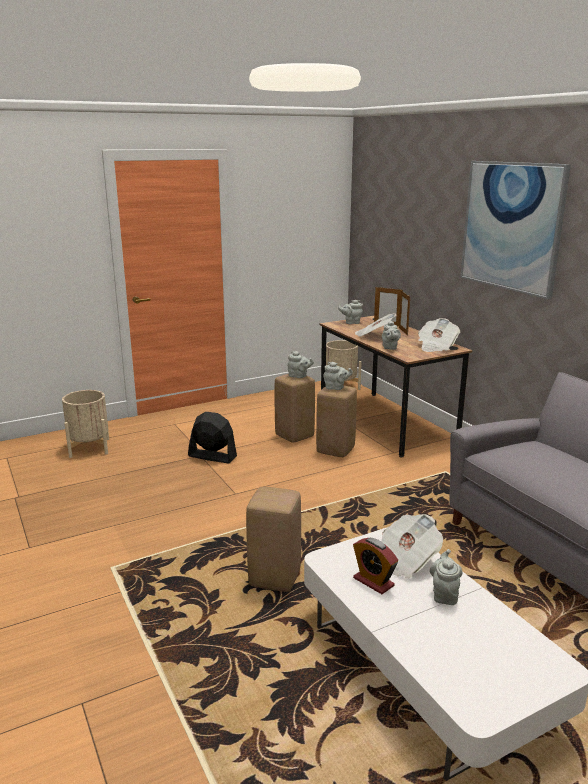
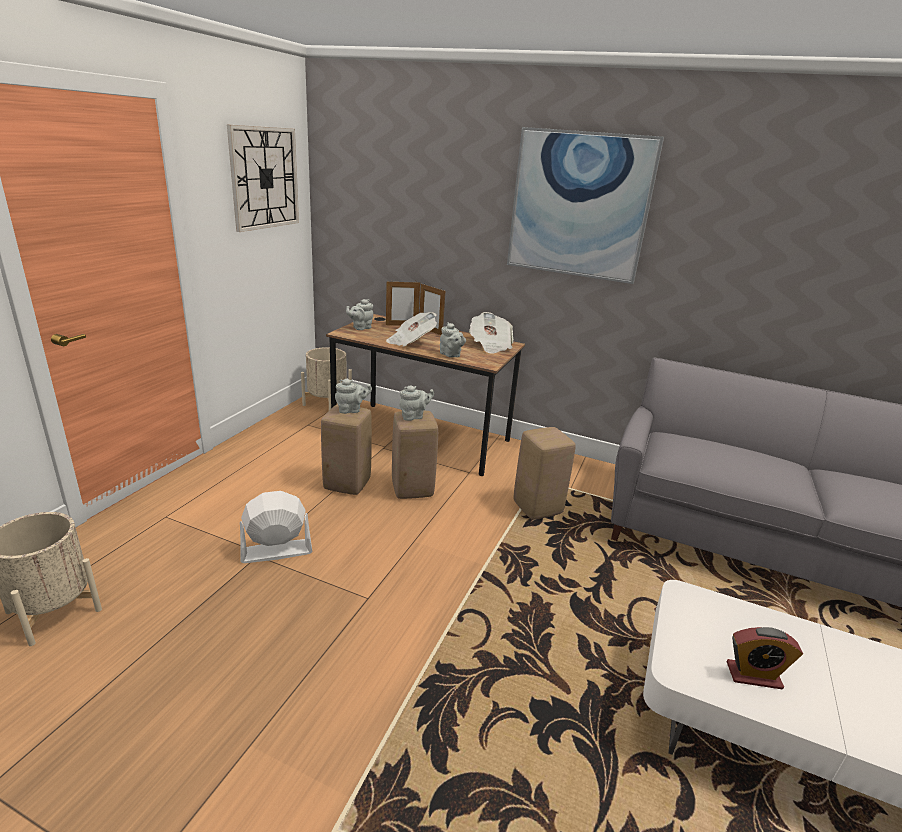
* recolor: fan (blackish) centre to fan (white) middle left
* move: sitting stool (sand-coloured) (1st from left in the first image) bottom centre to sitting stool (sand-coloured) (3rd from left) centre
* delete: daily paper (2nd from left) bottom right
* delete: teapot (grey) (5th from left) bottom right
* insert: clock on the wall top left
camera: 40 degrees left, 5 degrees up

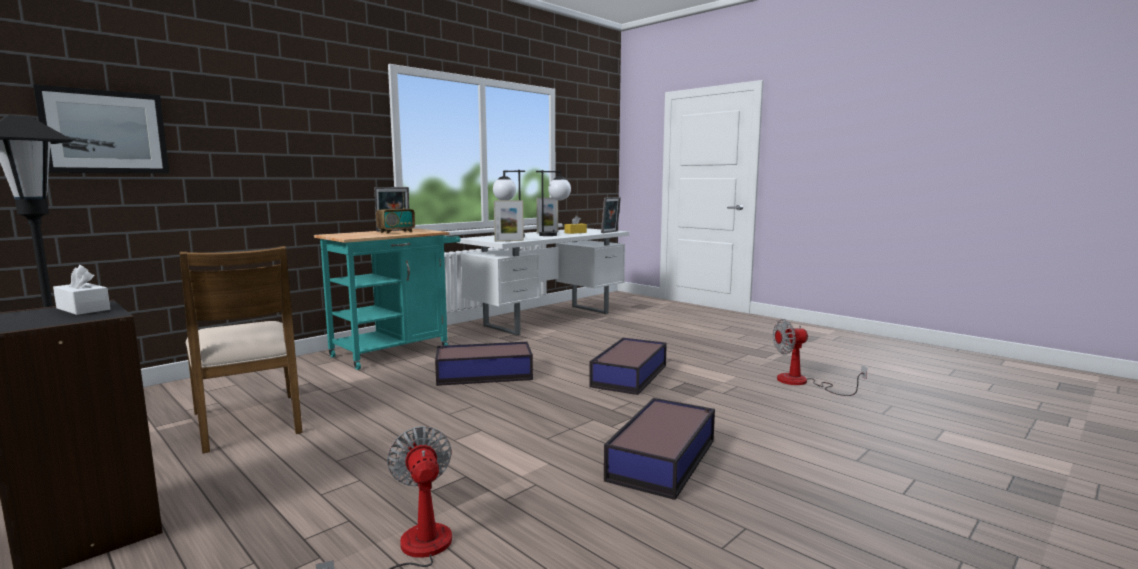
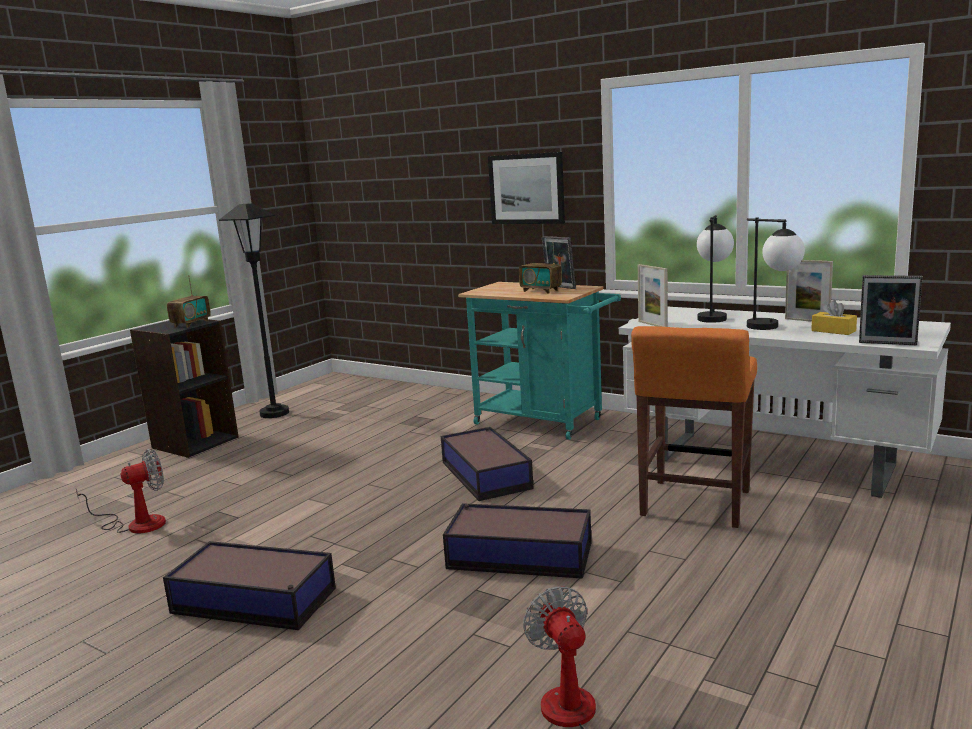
* move: picture top left to top centre
* delete: upright chair (brown-coloured) middle left
* replace: box of tissues (white) middle left to radio receiver (1st from left) middle left
* insert: sitting stool (orange-coloured) middle right
camera: 80 degrees right, 5 degrees up

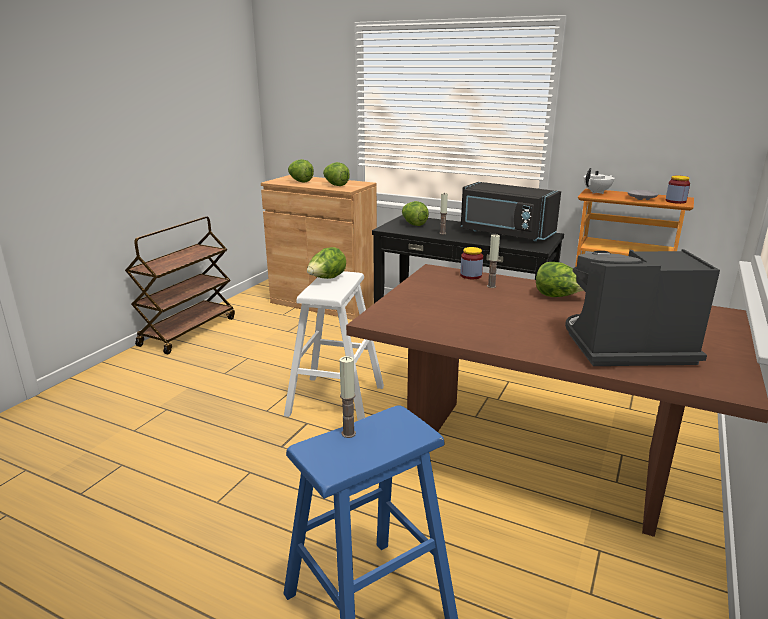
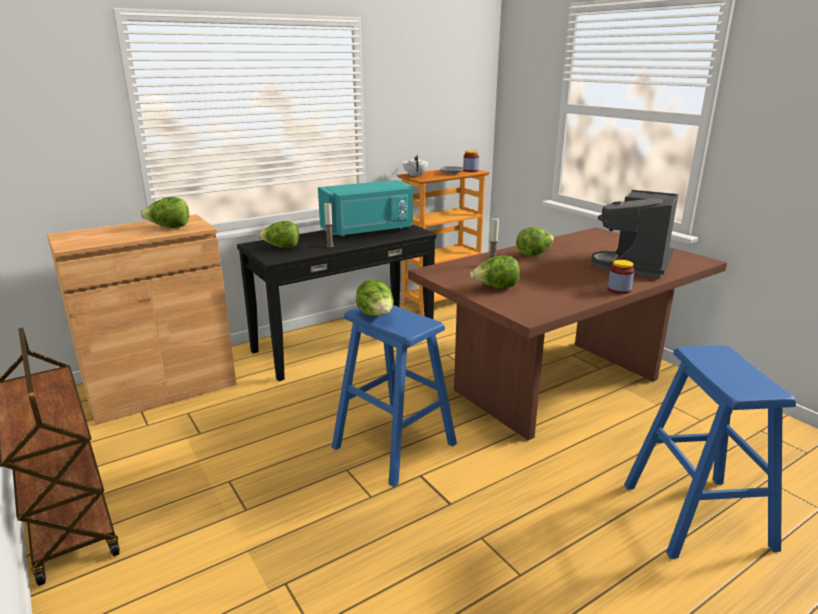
* move: lettuce (1st from left in the first image) top centre to lettuce (4th from left) centre
* recolor: microwave oven (blackish) centre to microwave oven (turquoise-coloured) centre
* move: jar (1st from left in the first image) centre to jar (2nd from left) middle right
* recolor: sitting stool (white) centre to sitting stool (bluish) (1st from left) centre
* delete: candle (1st from left) centre
camera: 60 degrees left, 0 degrees up

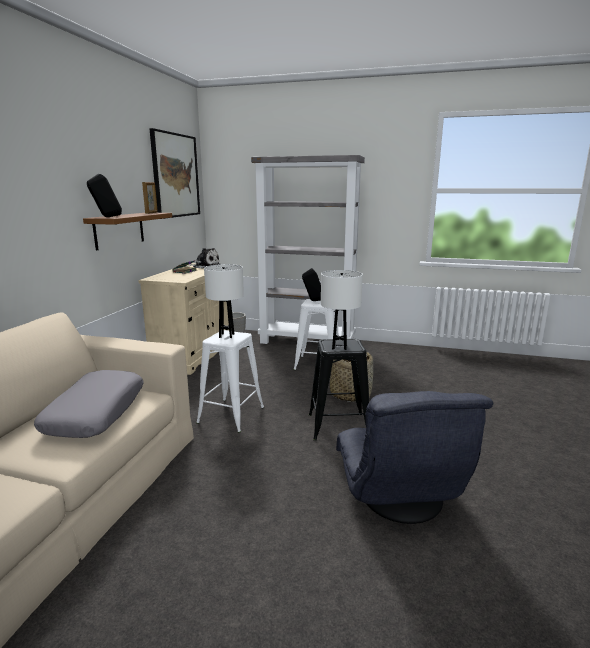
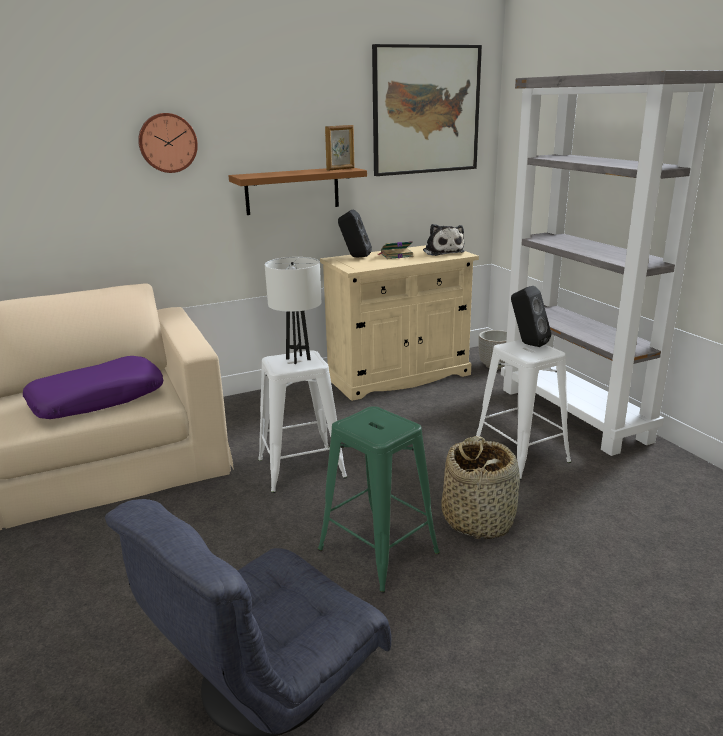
* move: speaker (blackish) (1st from left) top left to top centre
* delete: table lamp (white) (2nd from left) centre
* recolor: sitting stool (blackish) centre to sitting stool (green) bottom centre
* recolor: cushion (grey) middle left to cushion (purple) middle left
* insert: clock on the wall top left
camera: 50 degrees right, 5 degrees up

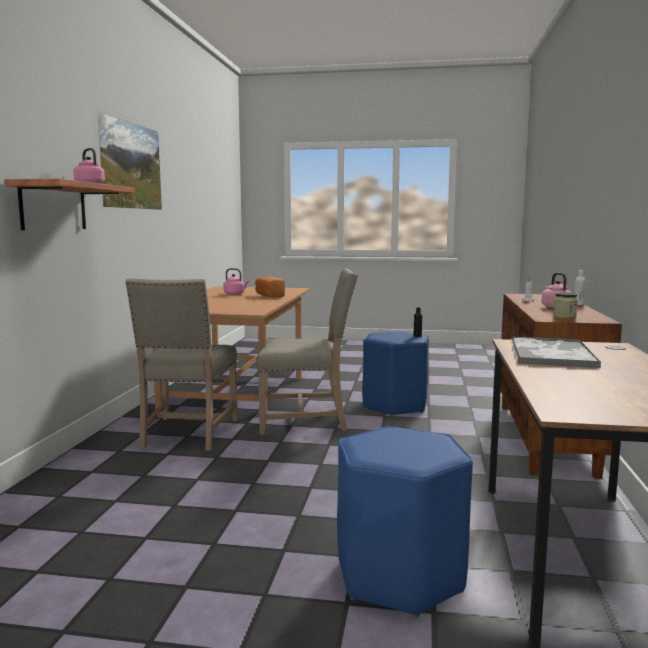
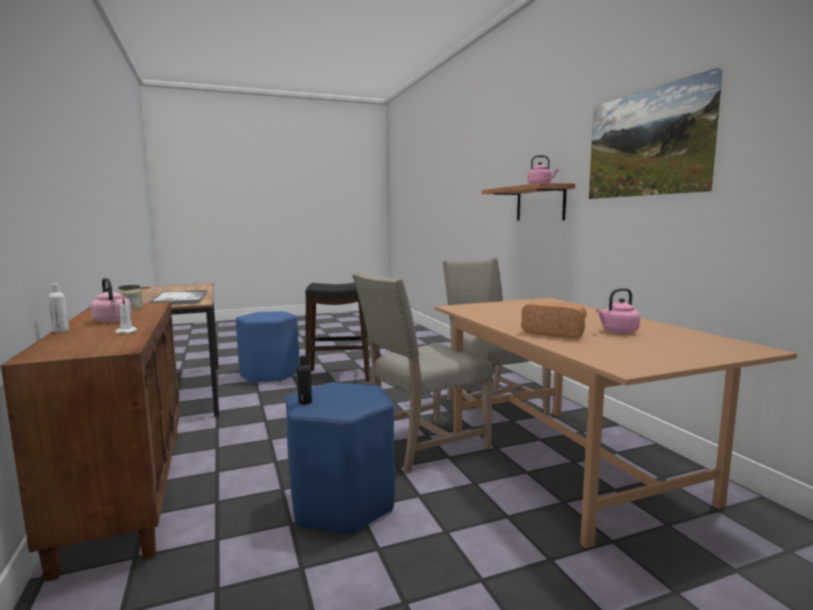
* insert: sitting stool (blackish) centre
camera: 150 degrees right, 0 degrees up

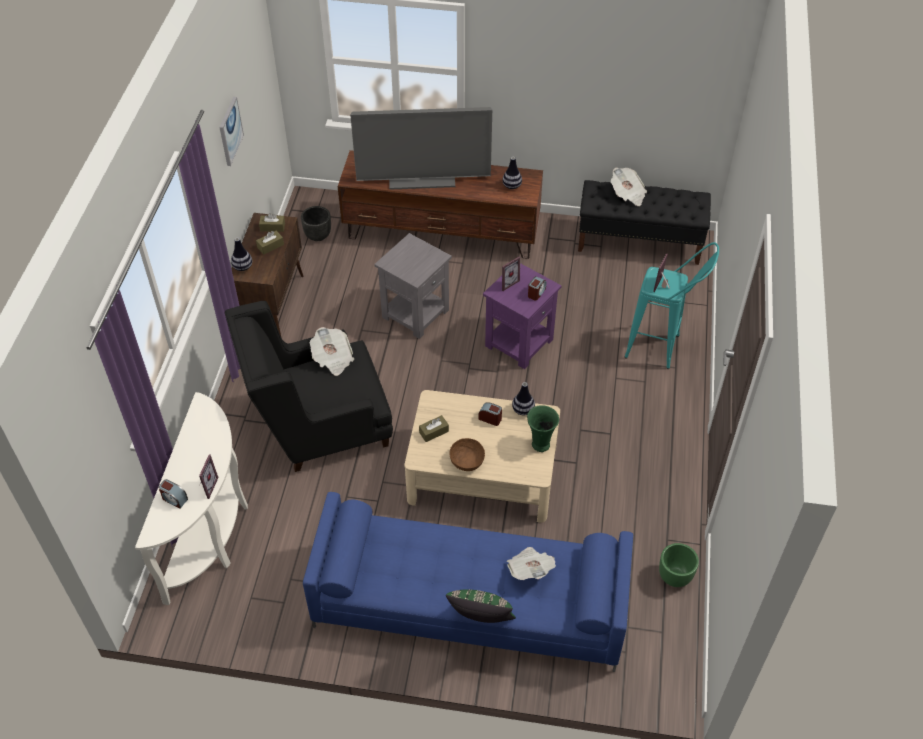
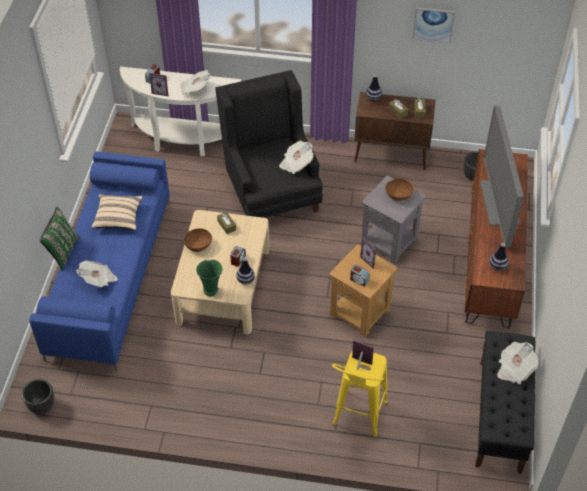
* recolor: sitting stool (turquoise-coloured) middle right to sitting stool (yellow) bottom centre
* recolor: end table (purple) centre to end table (brown-coloured) centre
* delete: planter (green) bottom right
* insert: daily paper (2nd from left) top left
* insert: serving bowl (brown-coloured) (2nd from left) middle right
* insert: cushion (sand-coloured) middle left
* insert: planter (blackish) (1st from left) bottom left
camera: 90 degrees right, 0 degrees up

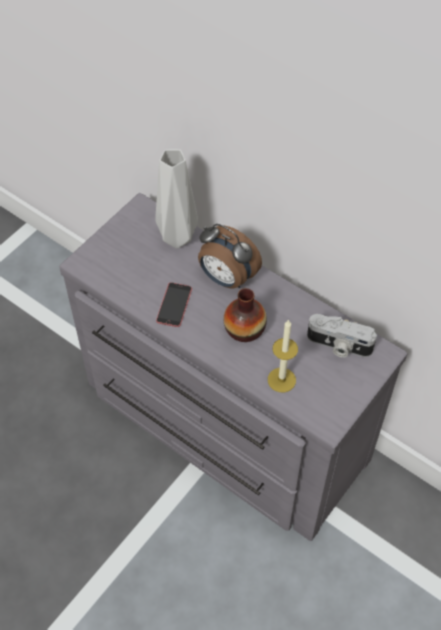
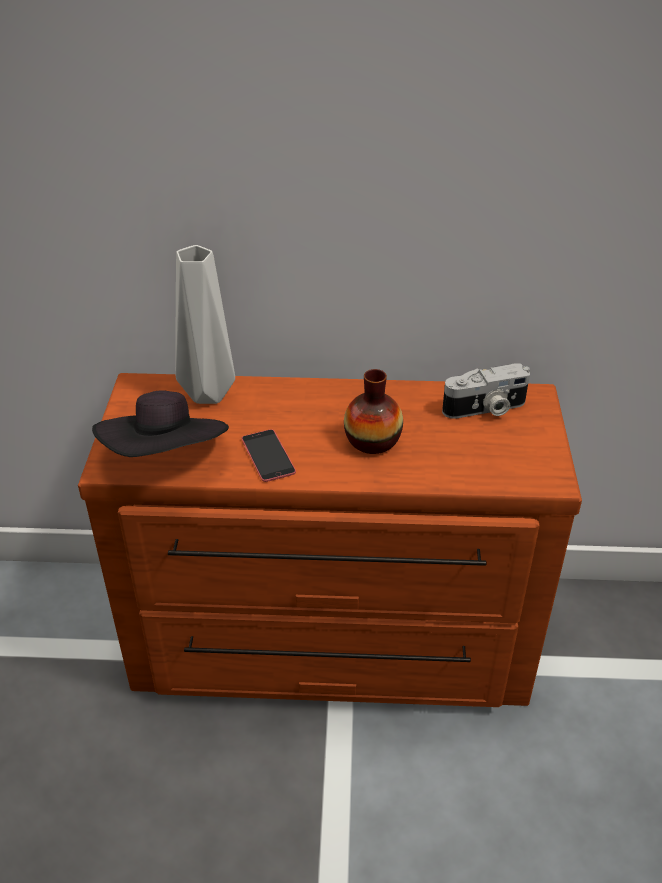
* recolor: drawer chest (grey) centre to drawer chest (brown-coloured) centre
* delete: table clock centre
* delete: candle centre
* insert: clothing hat (blackish) middle left
camera: 35 degrees left, 15 degrees down

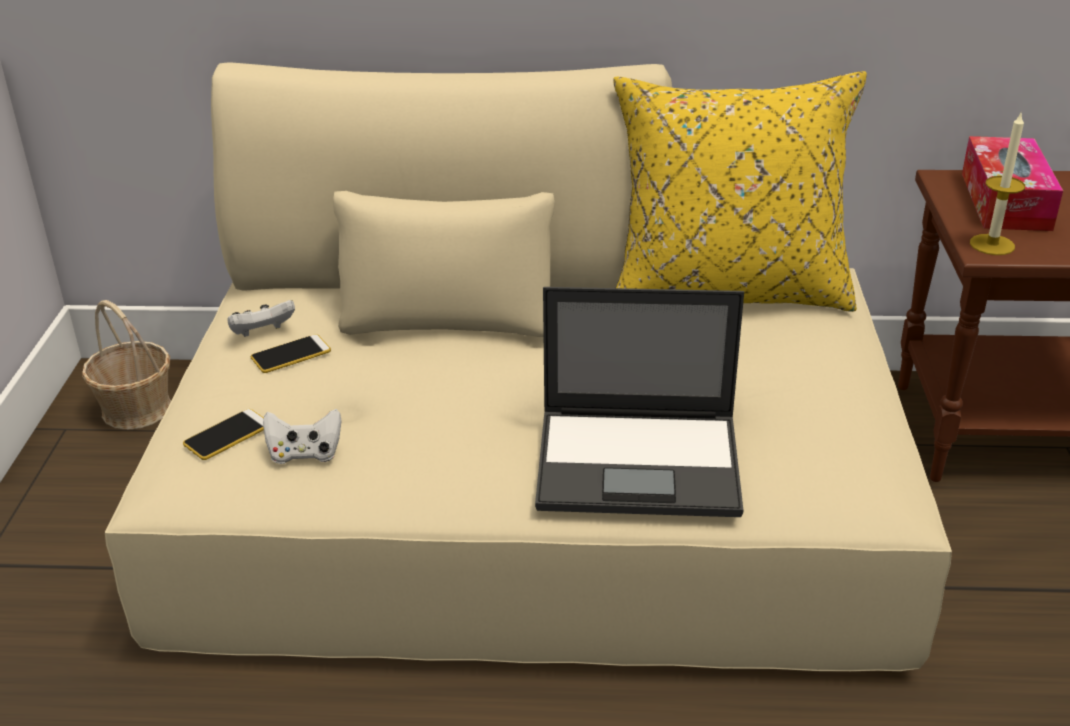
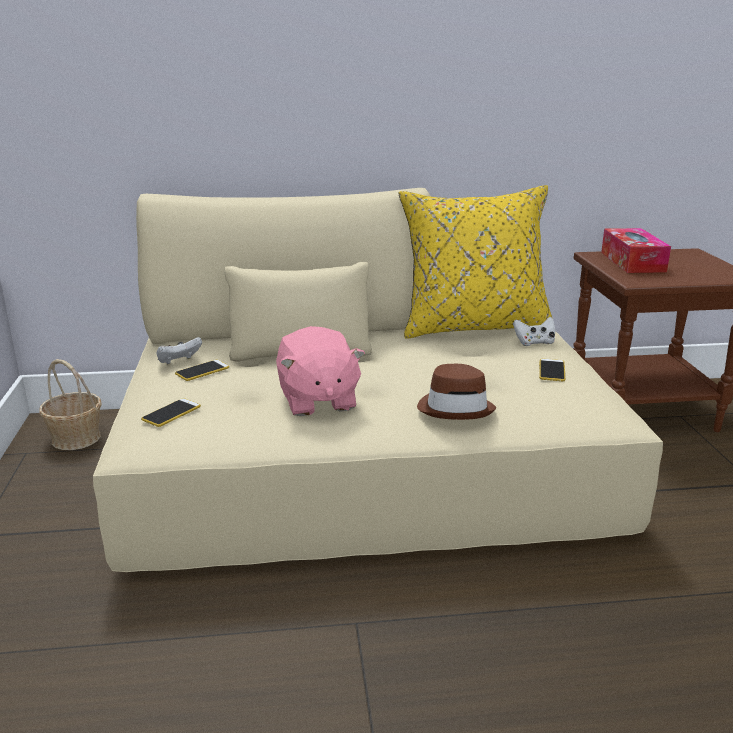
* delete: candle top right
* replace: notebook computer centre to clothing hat (brown-coloured) centre
* move: game controller (white) (2nd from left) middle left to middle right
* insert: cuddly toy (pink-coloured) centre
* insert: phone (3rd from left) middle right
camera: 10 degrees left, 10 degrees down

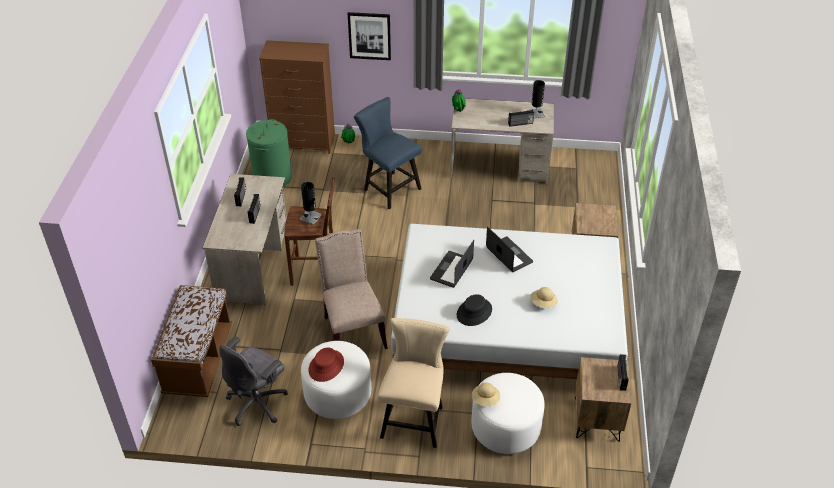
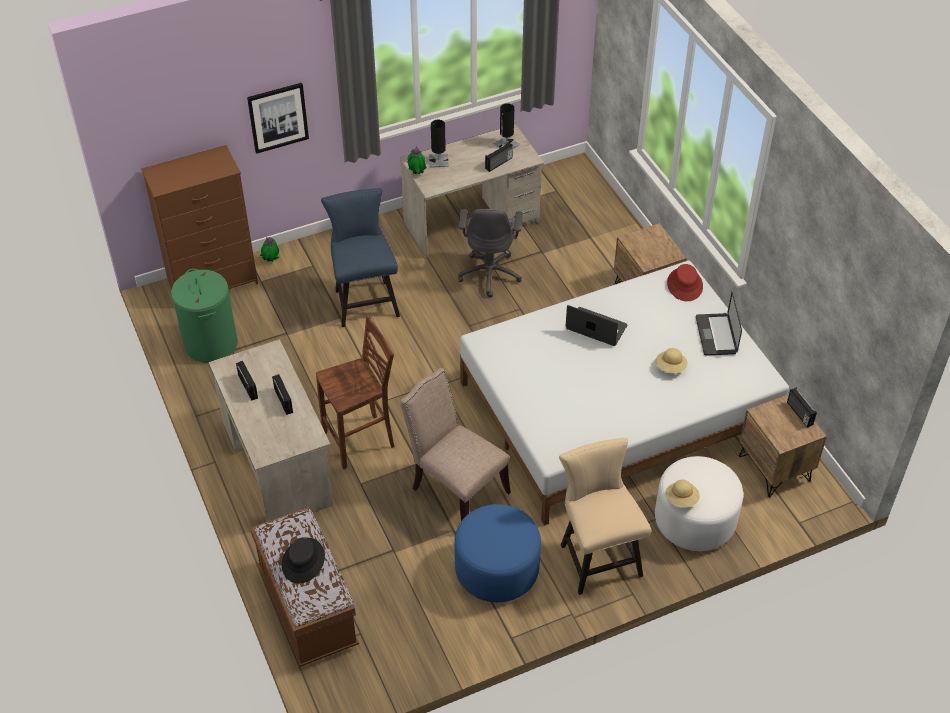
* rotate: upright chair (bluish) top centre = centre 60 degrees clockwise
* move: table lamp (blackish) (1st from left) centre to top centre
* move: notebook computer (1st from left in the first image) centre to notebook computer (2nd from left) middle right
* move: clothing hat (blackish) centre to bottom left
* move: computer chair (grey) bottom left to centre
* recolor: footrest (white) (1st from left) bottom centre to footrest (bluish) bottom centre
* move: clothing hat (red) bottom centre to middle right
camera: 30 degrees left, 5 degrees up

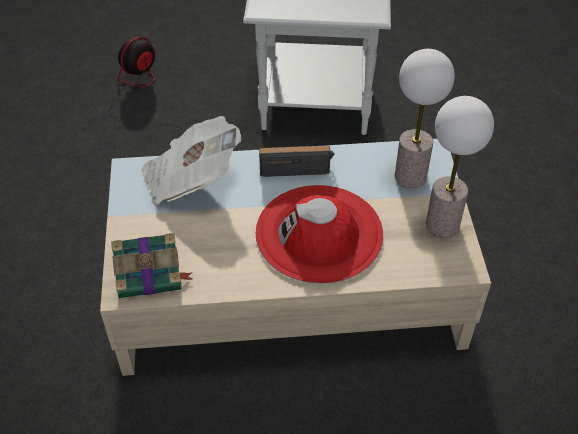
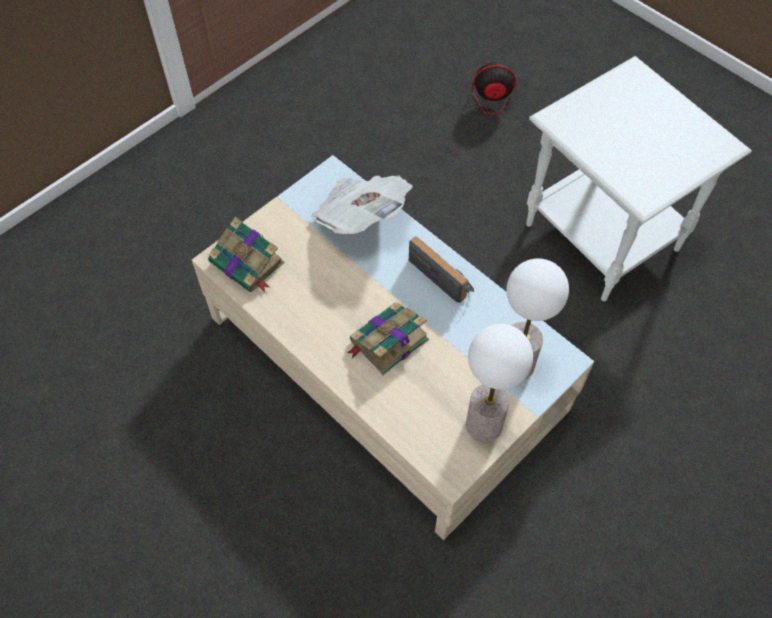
* replace: clothing hat (red) centre to volume (2nd from left) centre
camera: 50 degrees right, 10 degrees up

